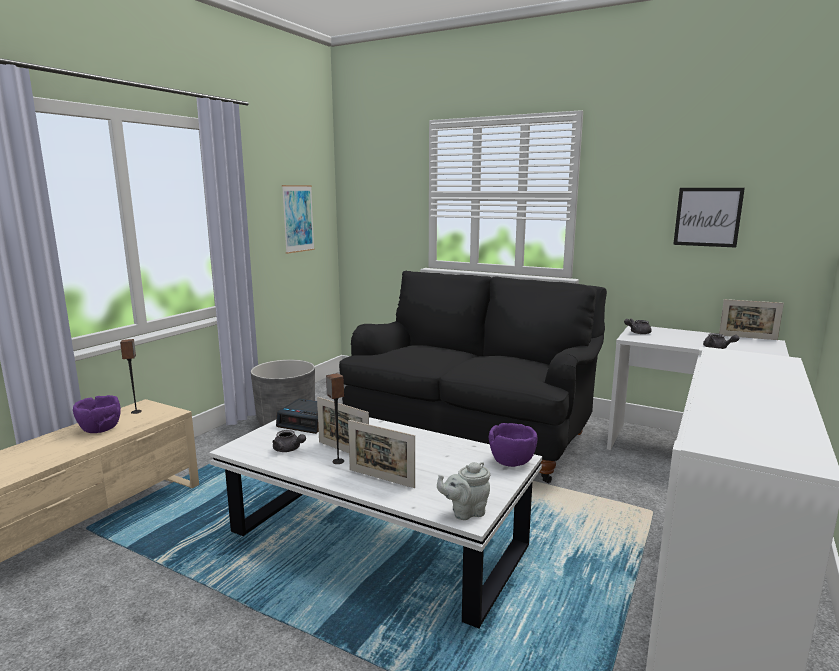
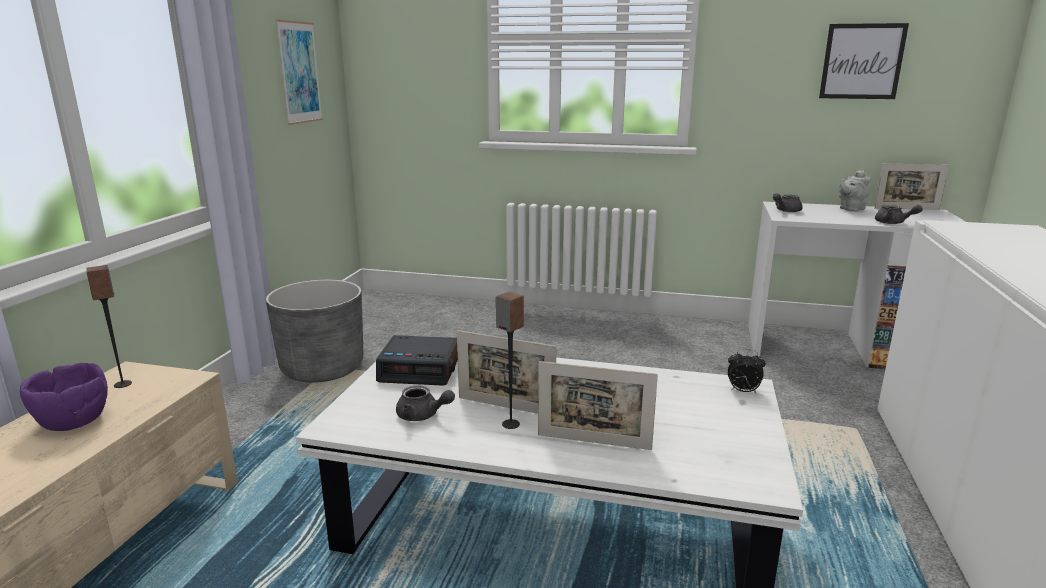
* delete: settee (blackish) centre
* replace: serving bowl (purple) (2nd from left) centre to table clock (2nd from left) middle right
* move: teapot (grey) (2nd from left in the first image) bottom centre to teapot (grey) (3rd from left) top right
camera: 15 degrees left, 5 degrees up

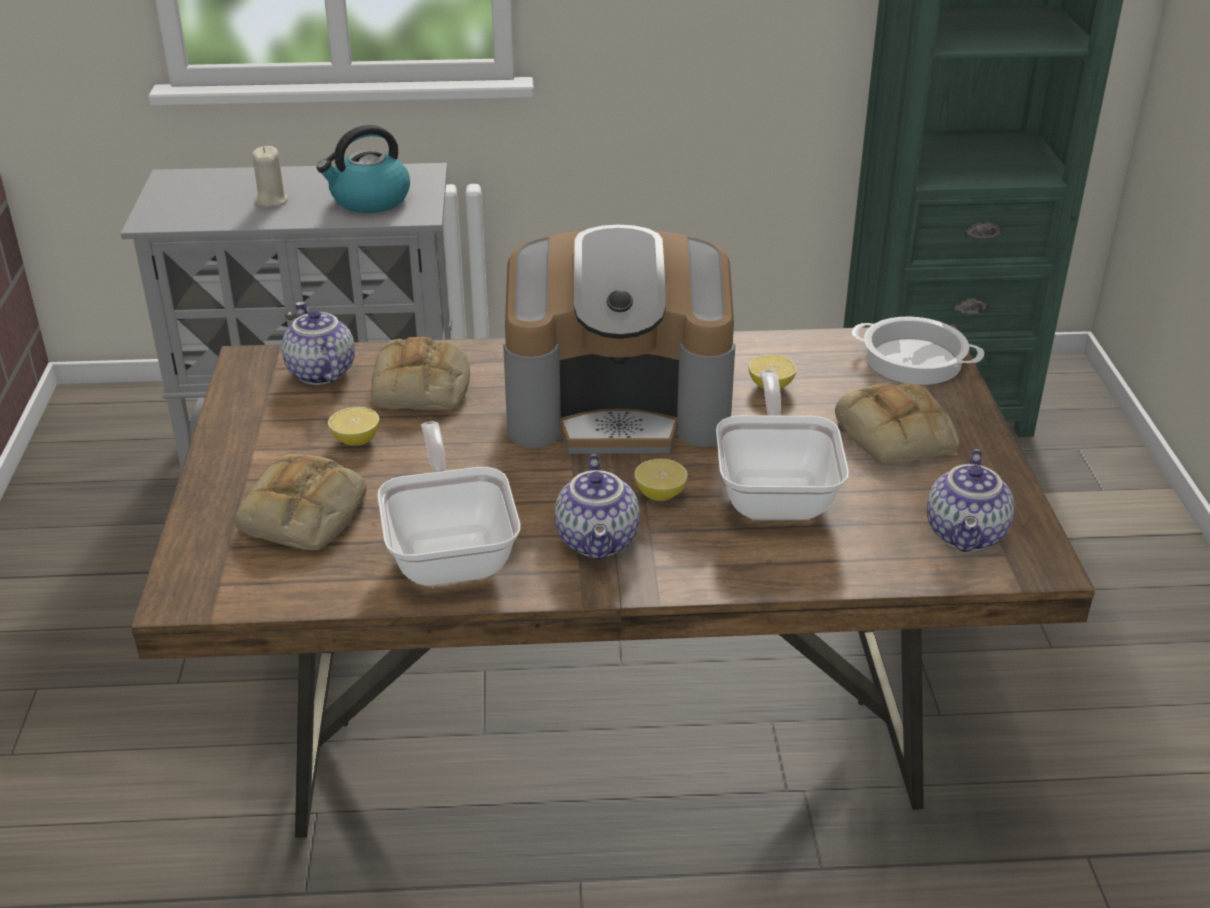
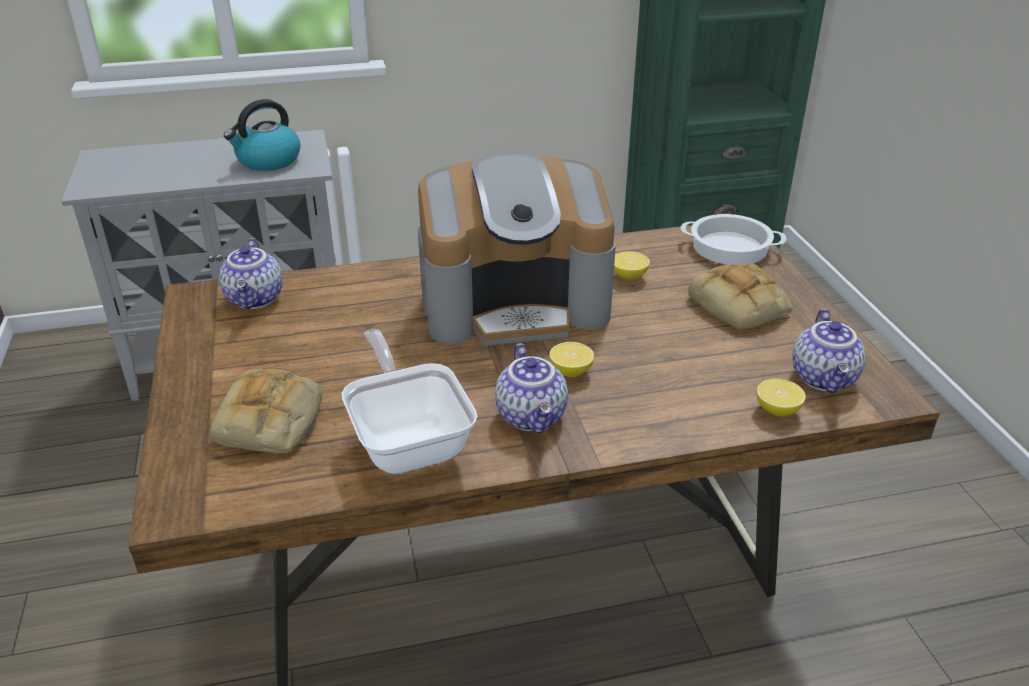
* delete: candle (sand-coloured) top left
* rotate: teapot (1st from left) middle left = middle left 150 degrees counterclockwise
* delete: baked bread (2nd from left) centre
* delete: skillet (2nd from left) centre
* move: whole lemon (1st from left in the first image) middle left to whole lemon (3rd from left) middle right
camera: 10 degrees left, 0 degrees up

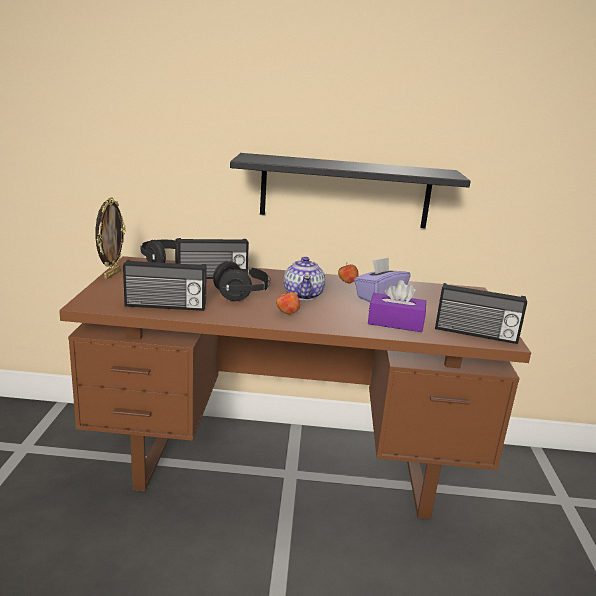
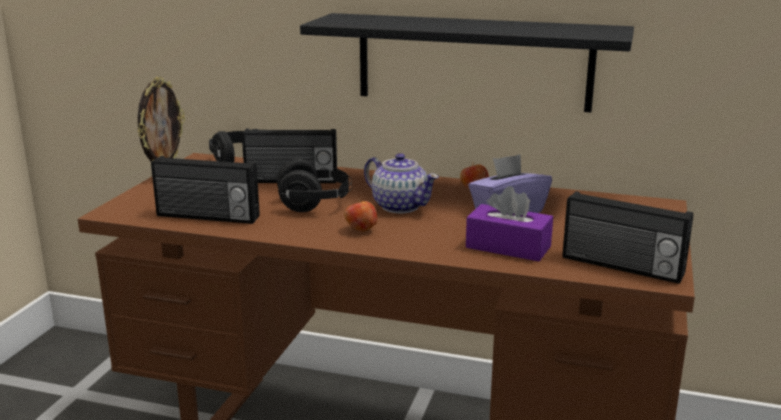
* rotate: teapot centre = centre 60 degrees counterclockwise
camera: 15 degrees right, 0 degrees up

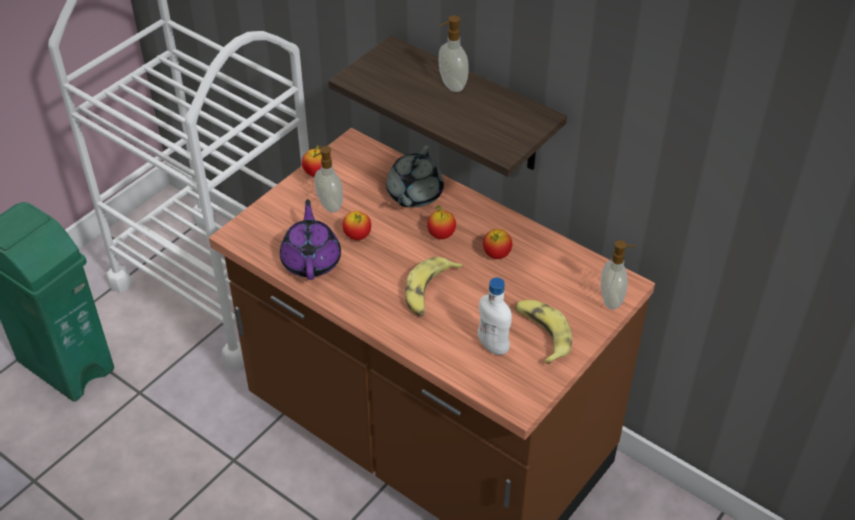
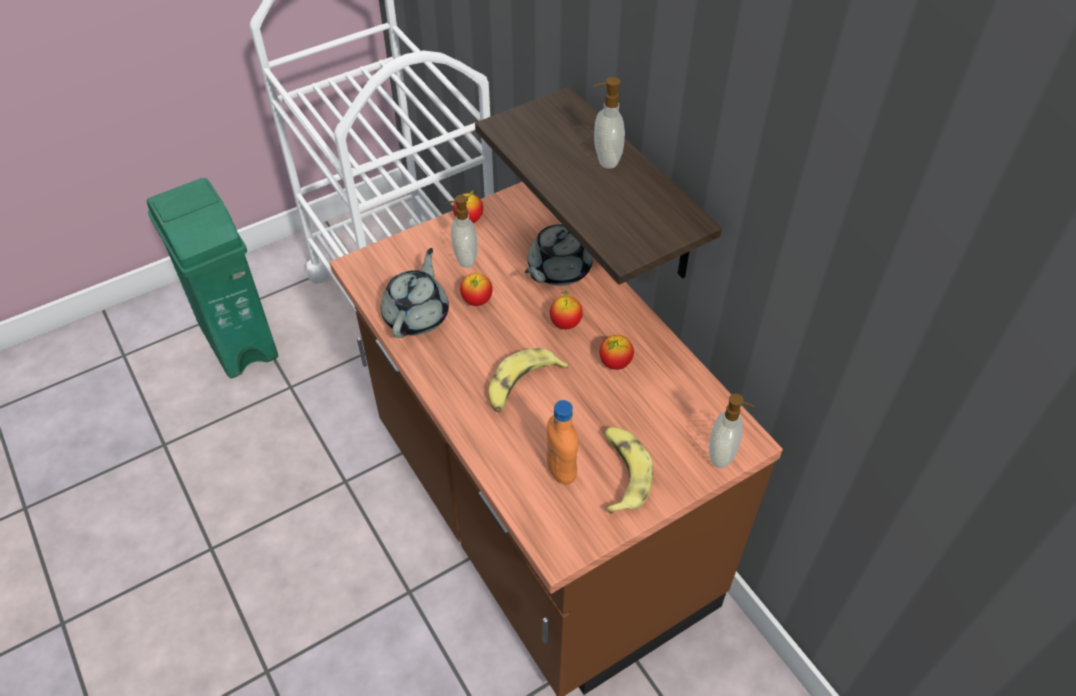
* recolor: teapot (purple) centre to teapot (grey) (1st from left) centre
* recolor: beverage bottle (white) centre to beverage bottle (orange-coloured) centre
camera: 20 degrees right, 5 degrees up

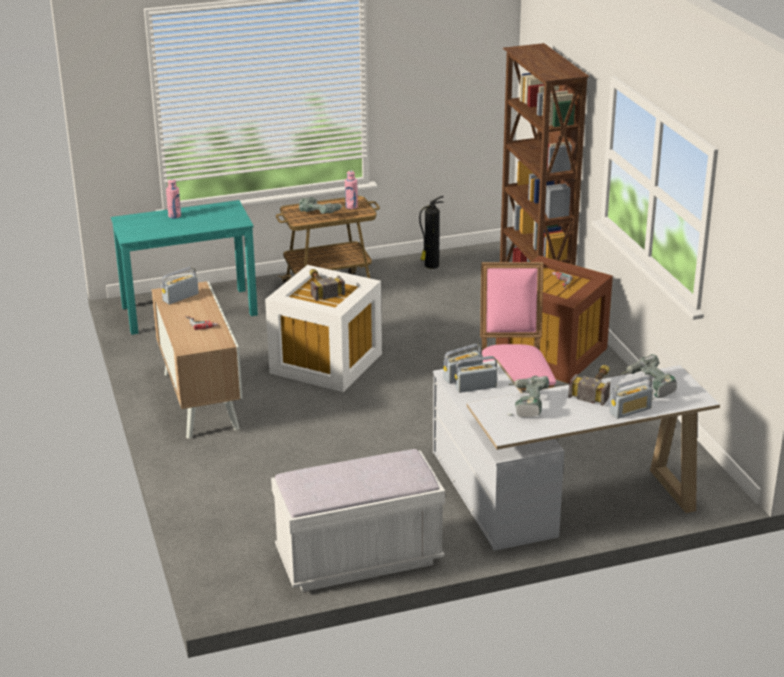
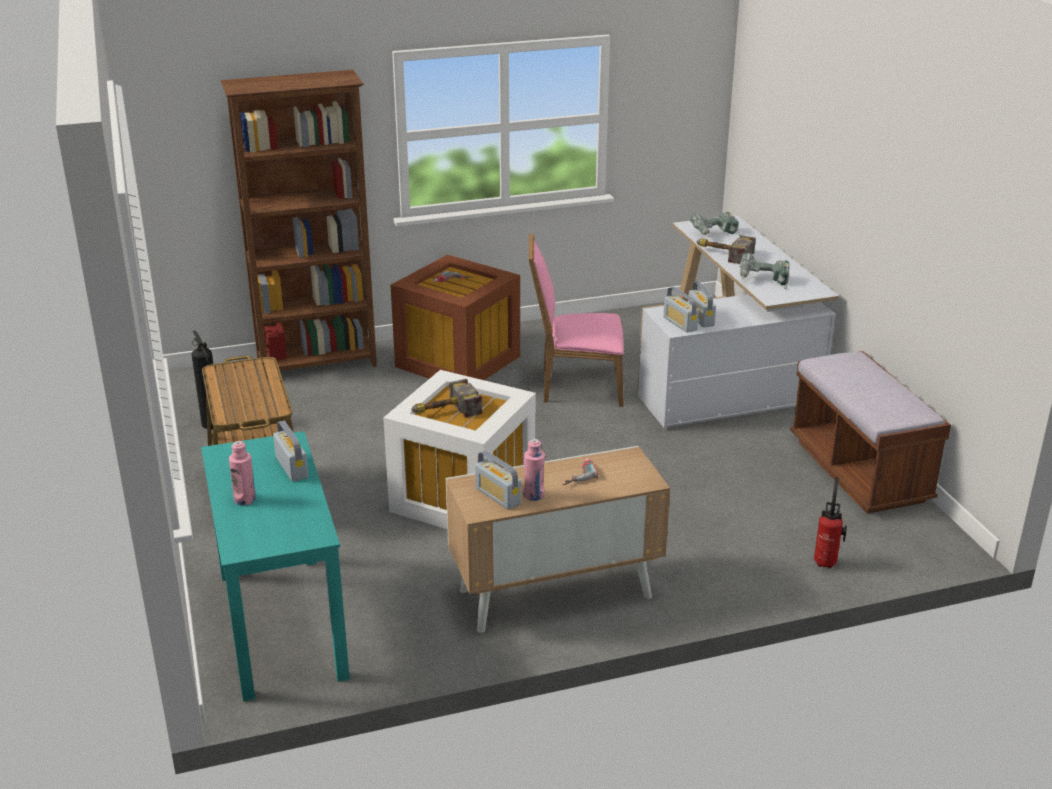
* move: beverage bottle (pink-coloured) (2nd from left) top centre to centre
* delete: electric drill (2nd from left) top centre
* move: radio receiver (4th from left in the first image) middle right to radio receiver (1st from left) middle left
* recolor: bench (white) bottom centre to bench (brown-coloured) middle right
* insert: fire extinguisher (2nd from left) middle right
camera: 90 degrees left, 0 degrees up

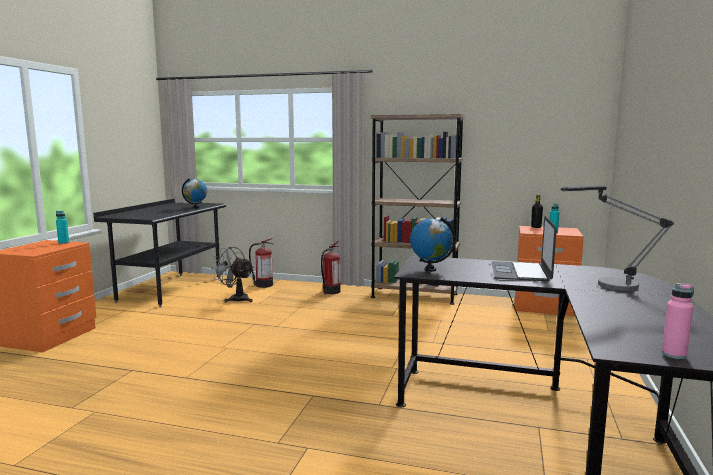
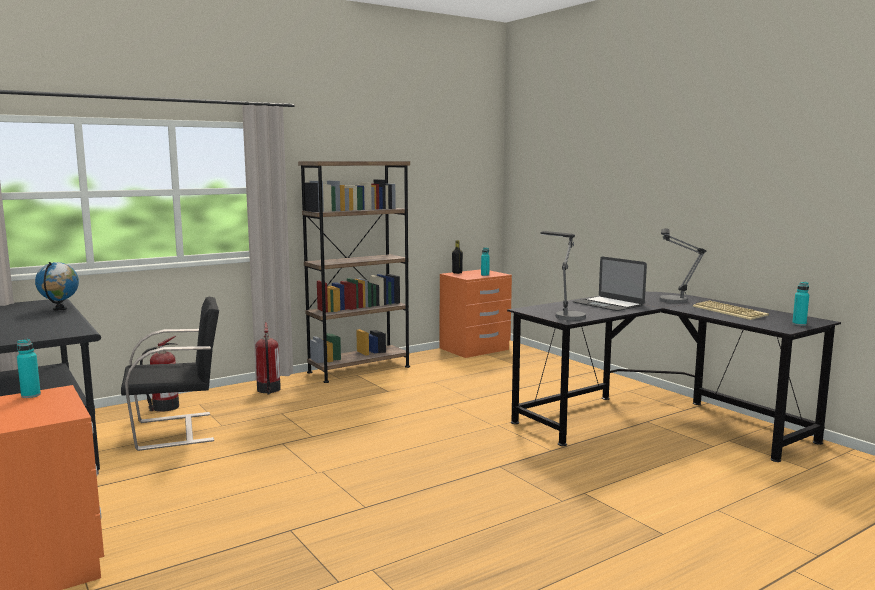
* replace: world globe (2nd from left) centre to table lamp (1st from left) centre
* replace: fan (grey) middle left to upright chair (blackish) middle left
* recolor: beverage bottle (pink-coloured) bottom right to beverage bottle (turquoise-coloured) (3rd from left) middle right
* insert: keyboard middle right
camera: 50 degrees left, 0 degrees up

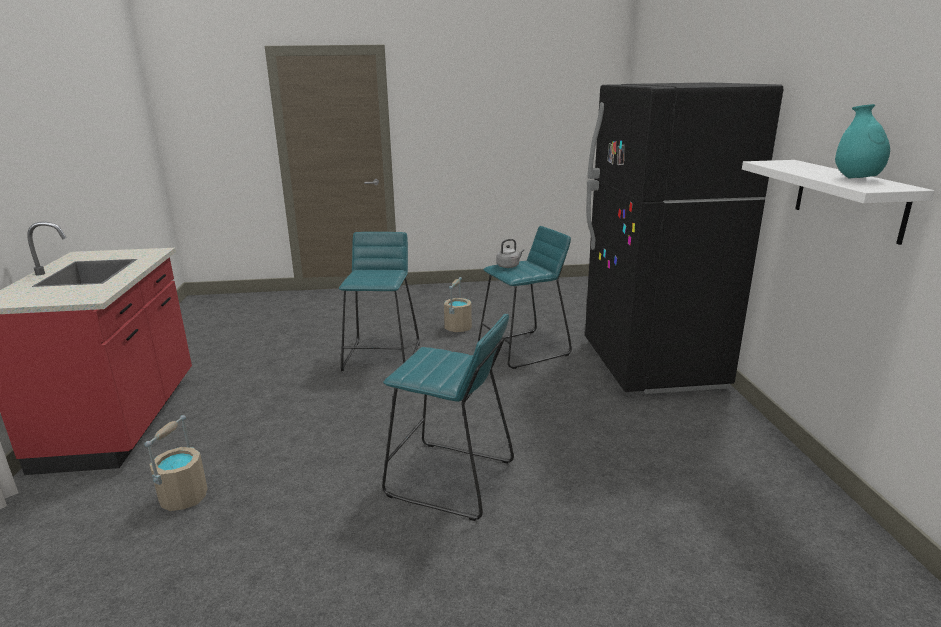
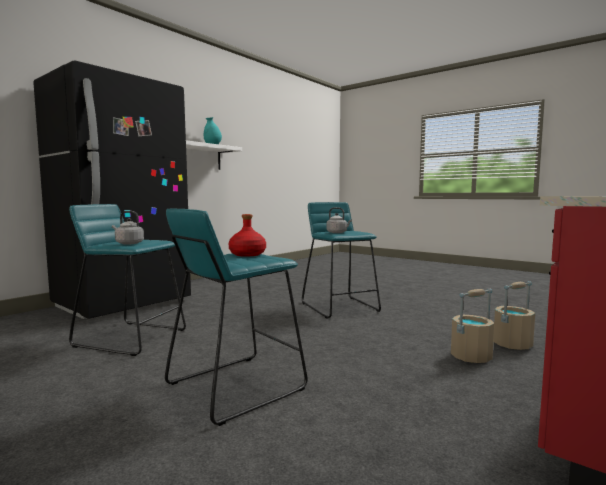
* move: pail (sand-coloured) (2nd from left in the first image) centre to pail (sand-coloured) (1st from left) bottom right
* insert: water kettle (grey) (2nd from left) centre
* insert: beverage bottle (red) centre
camera: 135 degrees left, 15 degrees down

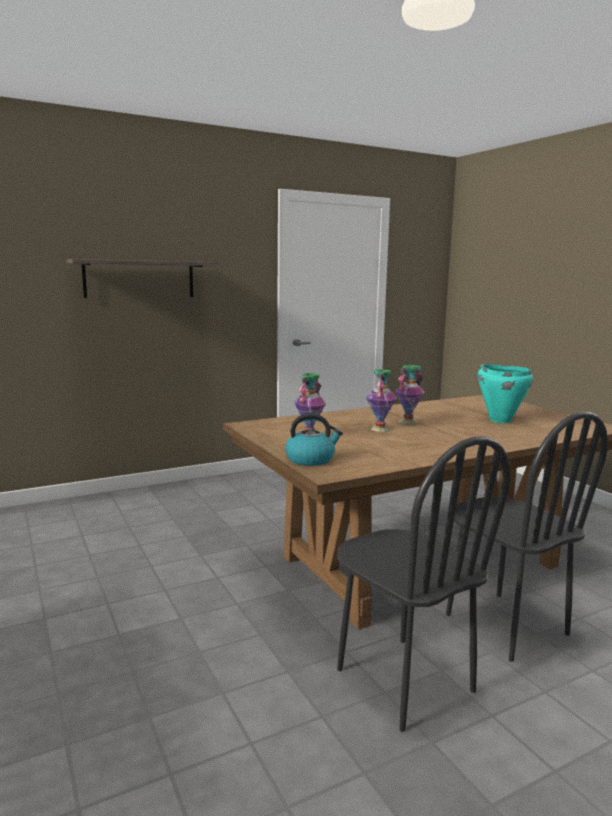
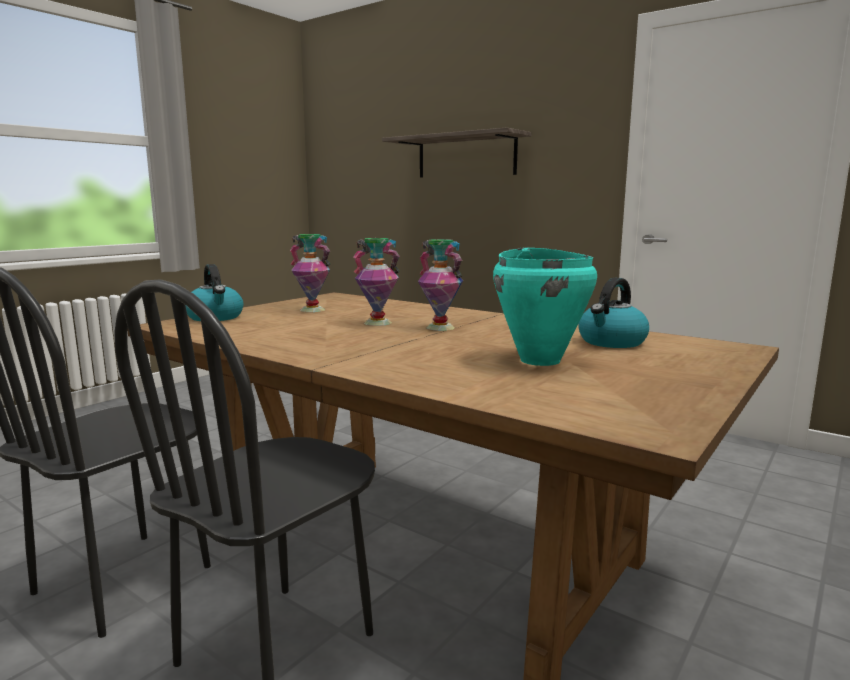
* insert: water kettle (2nd from left) middle right
camera: 65 degrees right, 0 degrees up

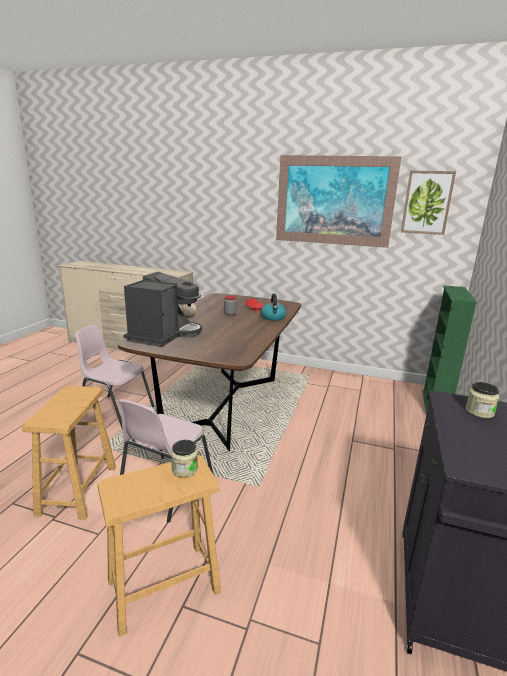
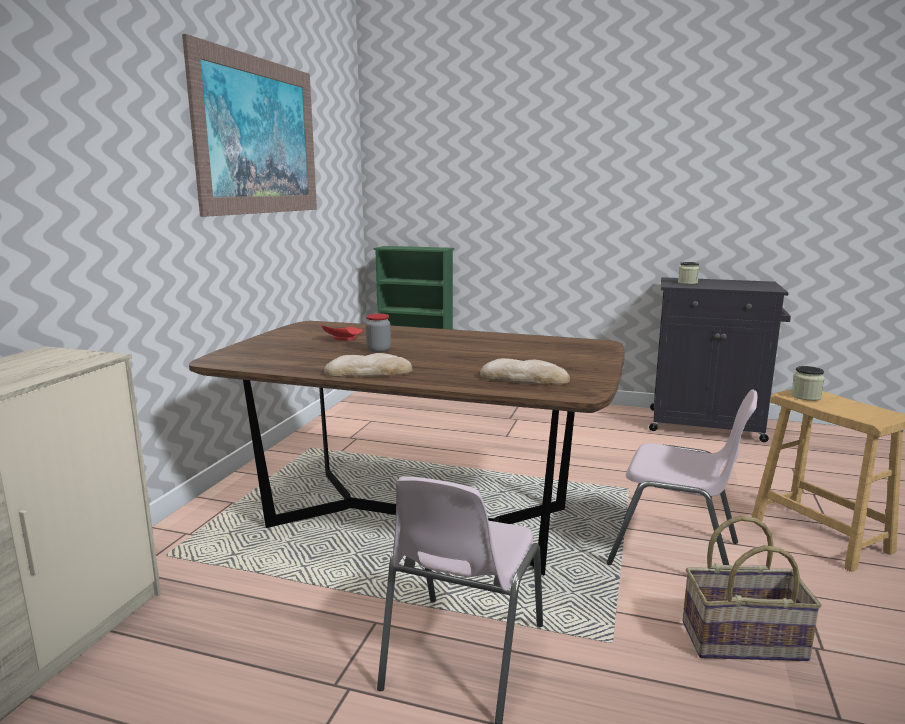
* delete: picture (2nd from left) top right
* replace: coffee brewer middle left to baked bread (2nd from left) centre
* delete: water kettle centre
* replace: sitting stool (brown-coloured) (1st from left) bottom left to basket bottom right
camera: 90 degrees left, 5 degrees down

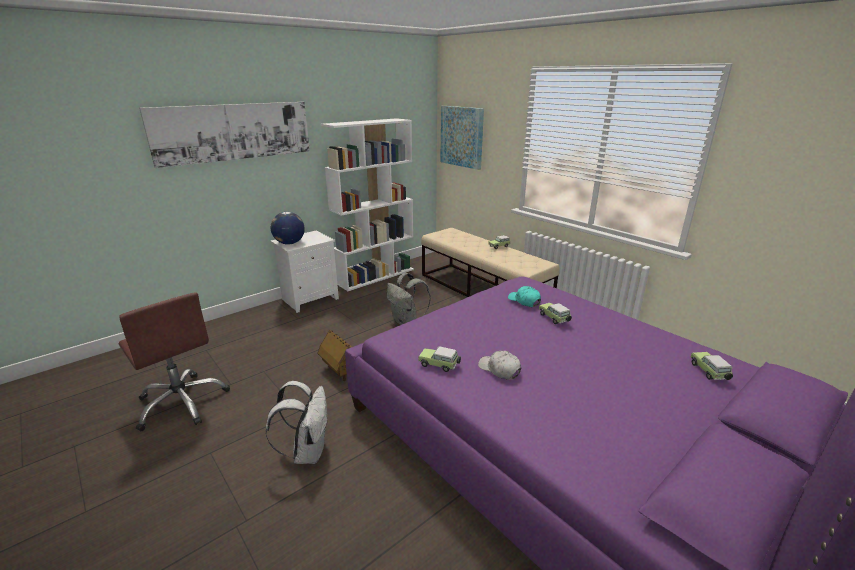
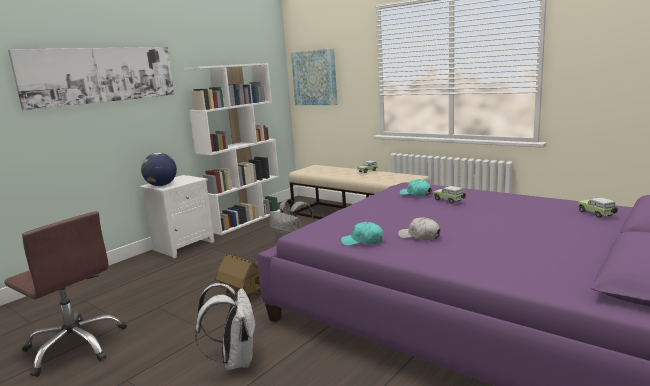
* replace: miniature car (1st from left) centre to cap (turquoise-coloured) (1st from left) centre
camera: 10 degrees left, 10 degrees down

